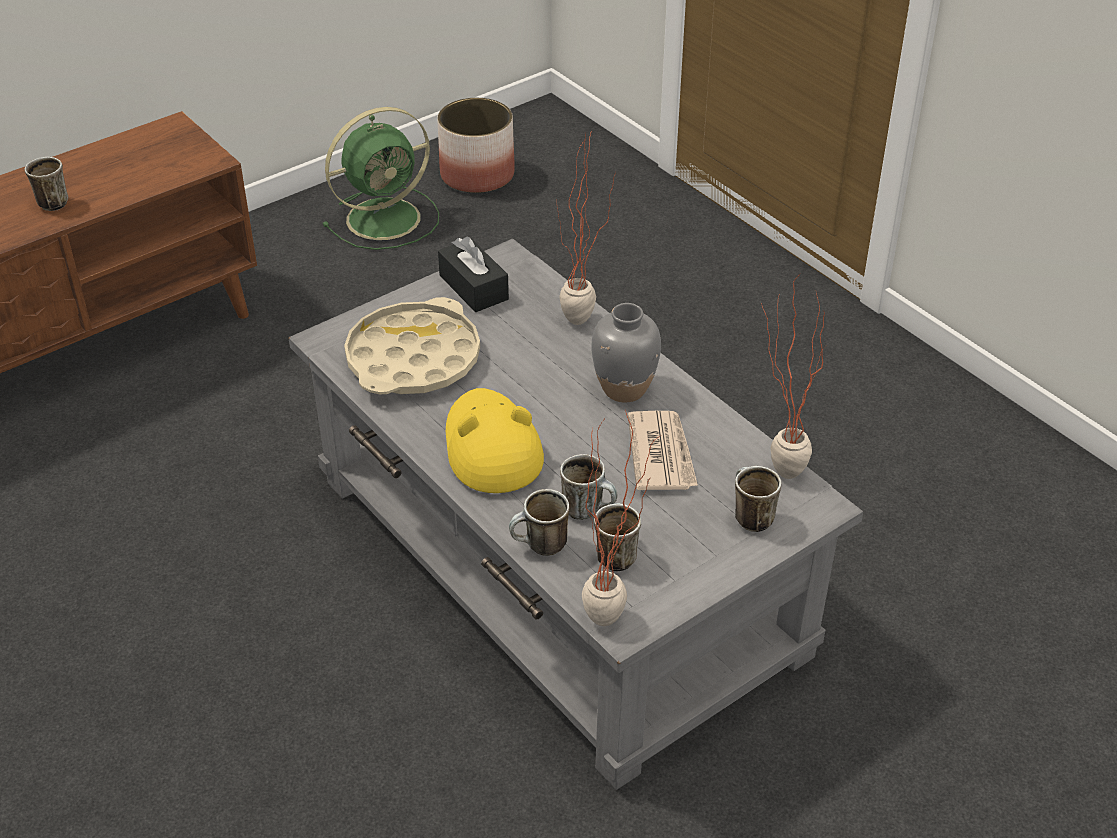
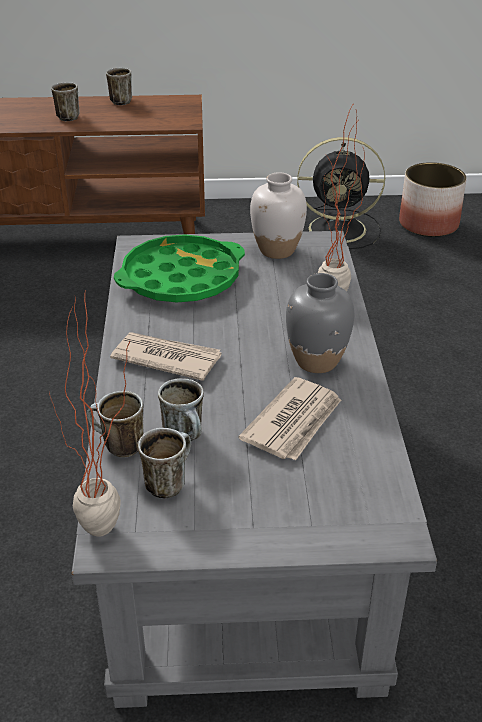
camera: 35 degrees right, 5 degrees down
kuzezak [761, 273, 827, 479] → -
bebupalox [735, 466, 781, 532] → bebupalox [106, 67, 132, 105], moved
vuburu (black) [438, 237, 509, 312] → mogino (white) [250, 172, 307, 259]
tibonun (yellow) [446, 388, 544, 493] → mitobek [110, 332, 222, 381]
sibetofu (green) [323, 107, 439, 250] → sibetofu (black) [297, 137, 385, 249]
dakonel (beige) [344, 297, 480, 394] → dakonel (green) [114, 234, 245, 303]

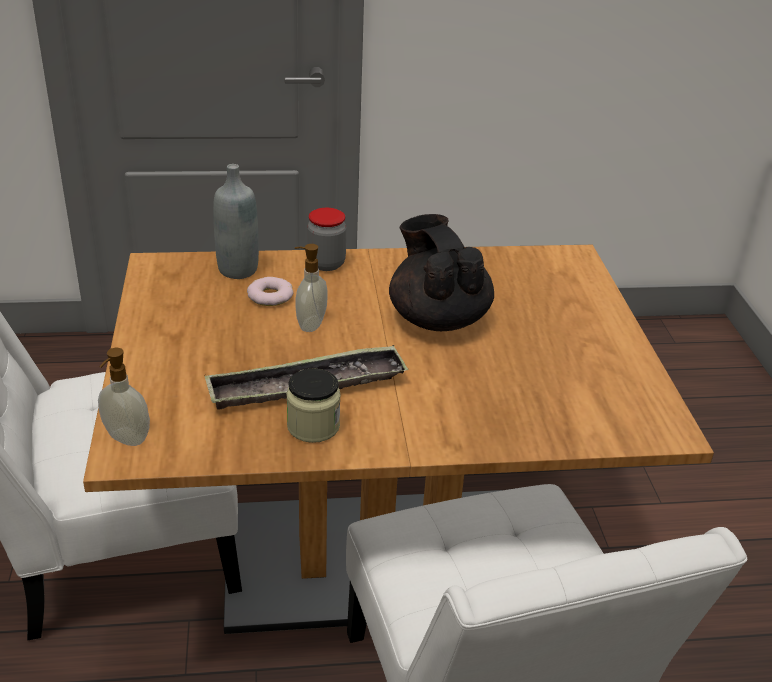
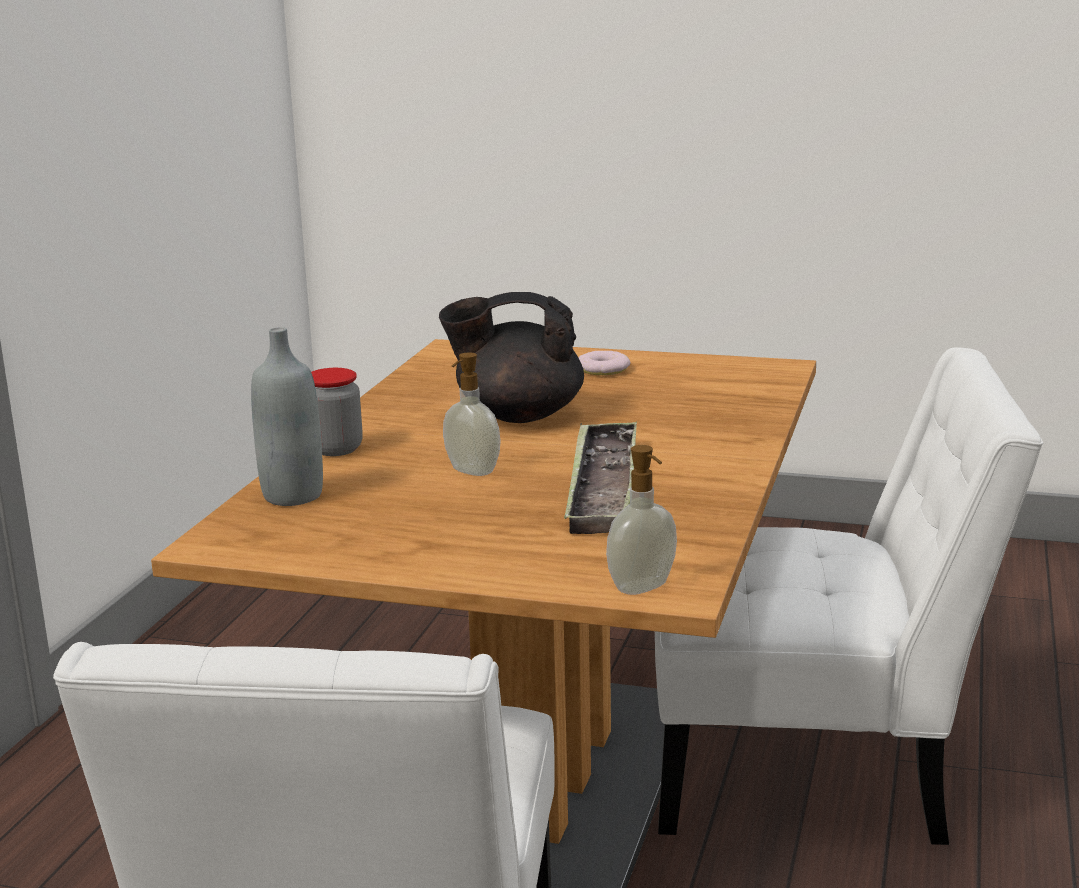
camera: 65 degrees left, 15 degrees down
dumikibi [286, 368, 341, 443] → -
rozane [247, 277, 293, 306] → rozane [578, 351, 630, 375], moved

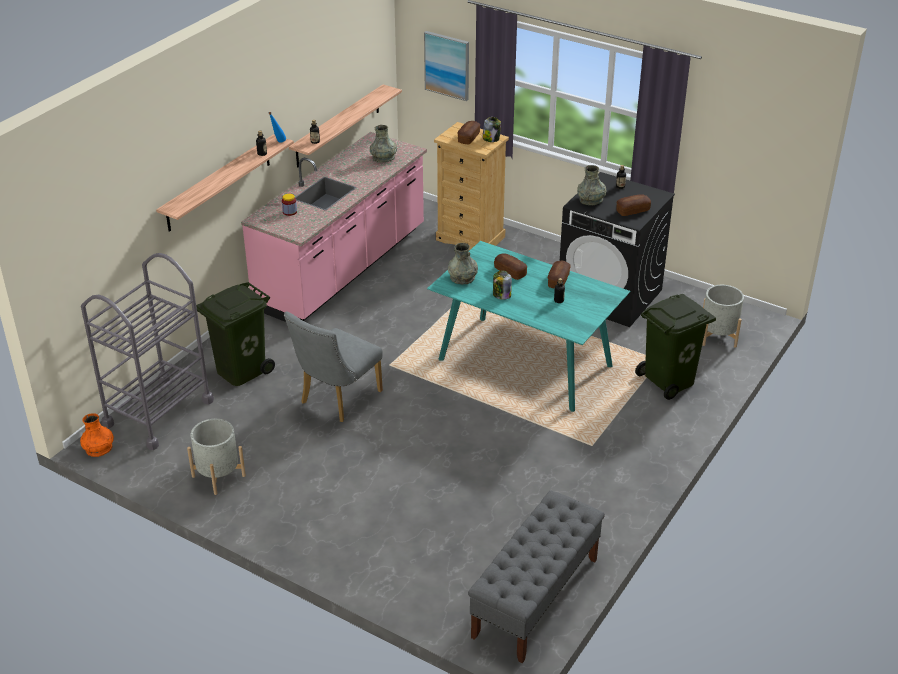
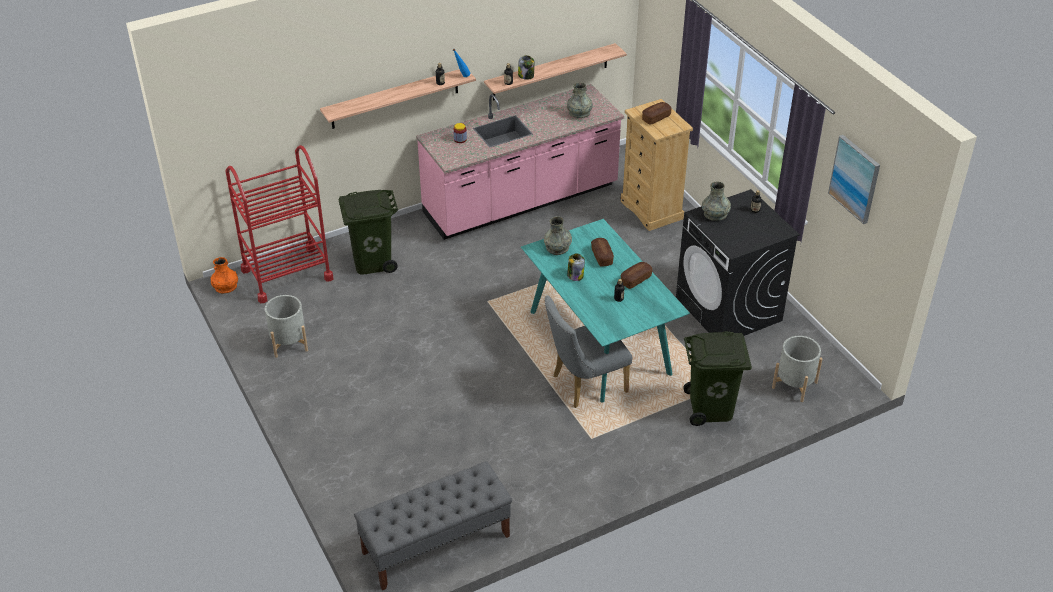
camera: 30 degrees right, 5 degrees up
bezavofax [616, 194, 651, 216] → -
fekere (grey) [284, 311, 383, 422] → fekere (grey) [544, 295, 632, 408], moved
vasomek [424, 31, 469, 101] → vasomek [828, 135, 880, 224], moved
dumikibi [483, 117, 501, 142] → dumikibi [518, 55, 535, 80], moved
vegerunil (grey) [81, 253, 214, 450] → vegerunil (red) [226, 145, 334, 303]

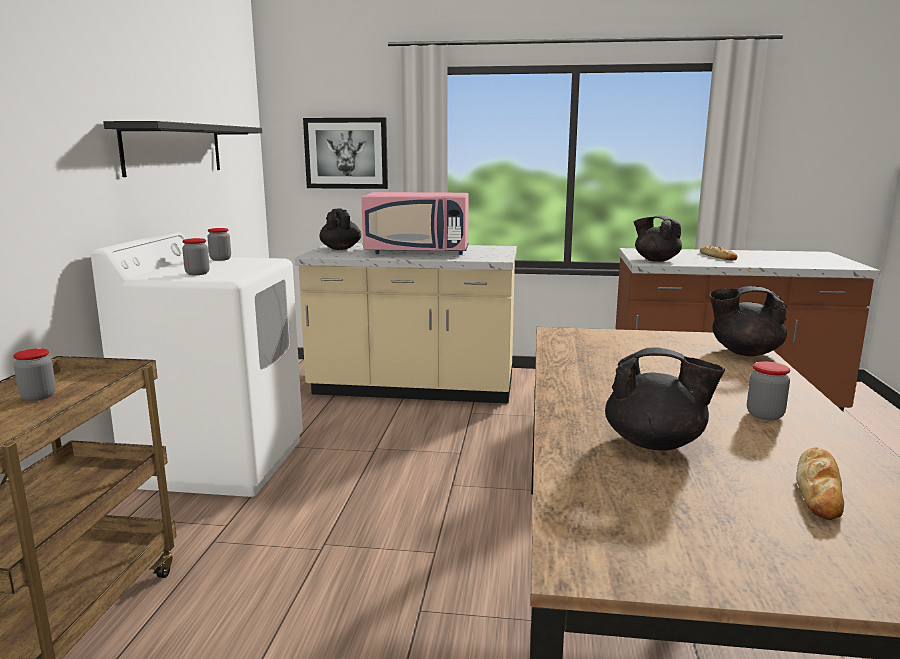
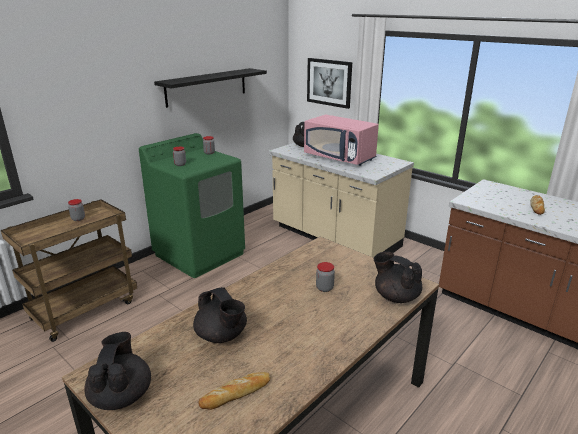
camera: 35 degrees right, 10 degrees up
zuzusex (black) [634, 215, 682, 262] → zuzusex (black) [85, 332, 151, 410], moved
dumikibi [747, 362, 790, 420] → dumikibi [316, 262, 335, 292], moved
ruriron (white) [91, 232, 303, 497] → ruriron (green) [139, 133, 245, 278]

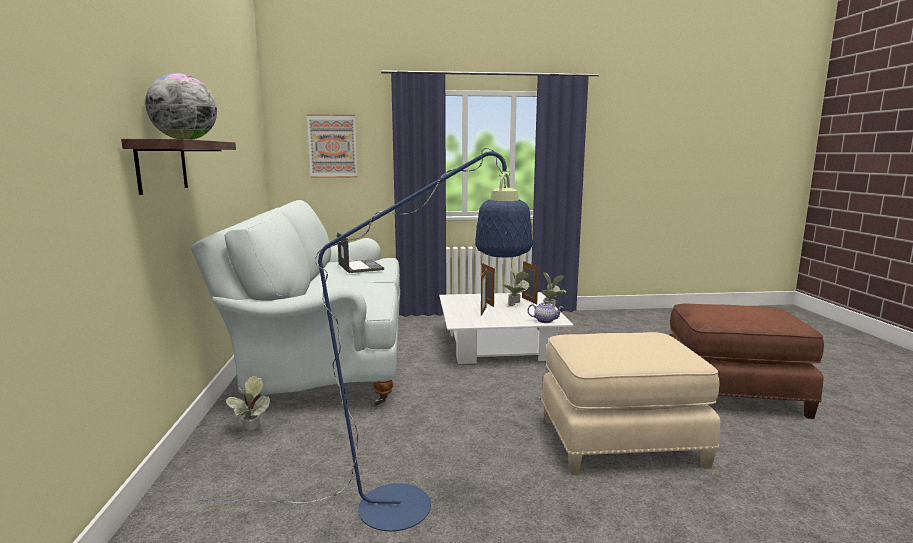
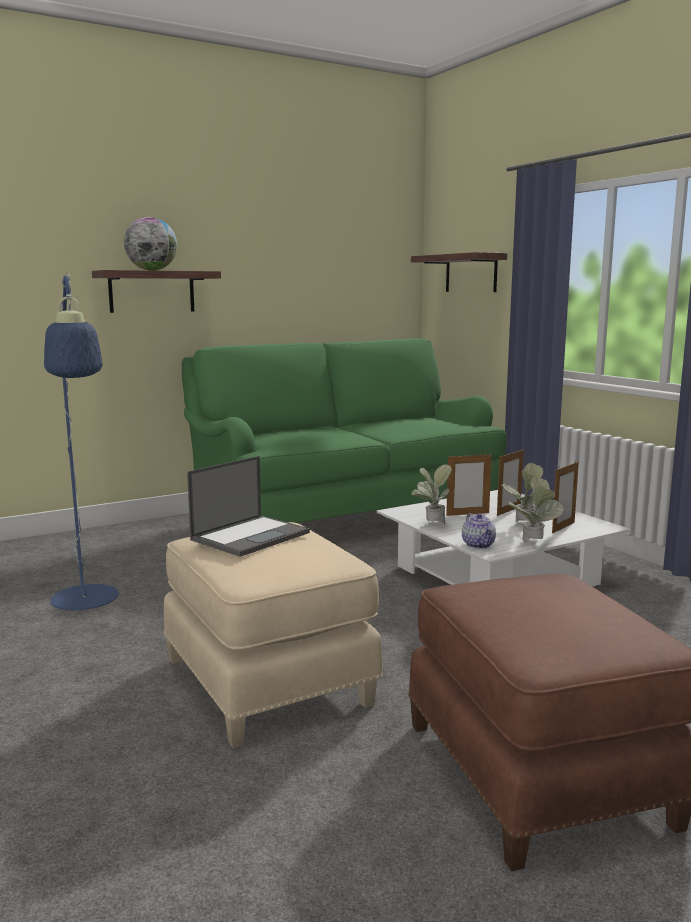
camera: 65 degrees right, 0 degrees up
kuzezak [226, 376, 270, 431] → kuzezak [412, 464, 452, 524], moved
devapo [337, 232, 384, 273] → devapo [187, 456, 310, 557], moved
vasomek [307, 114, 358, 178] → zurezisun [411, 252, 507, 292]
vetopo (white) [191, 200, 400, 409] → vetopo (green) [182, 338, 507, 523]

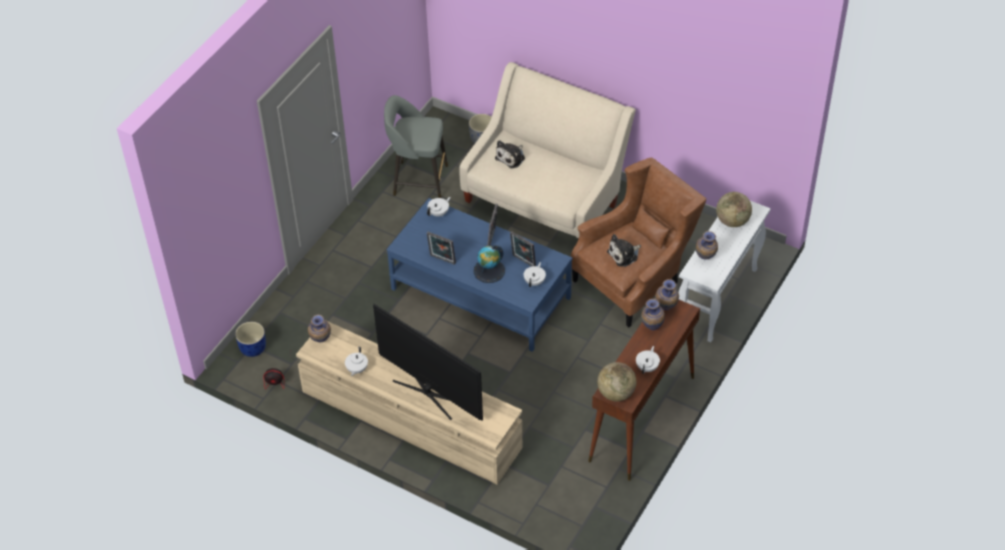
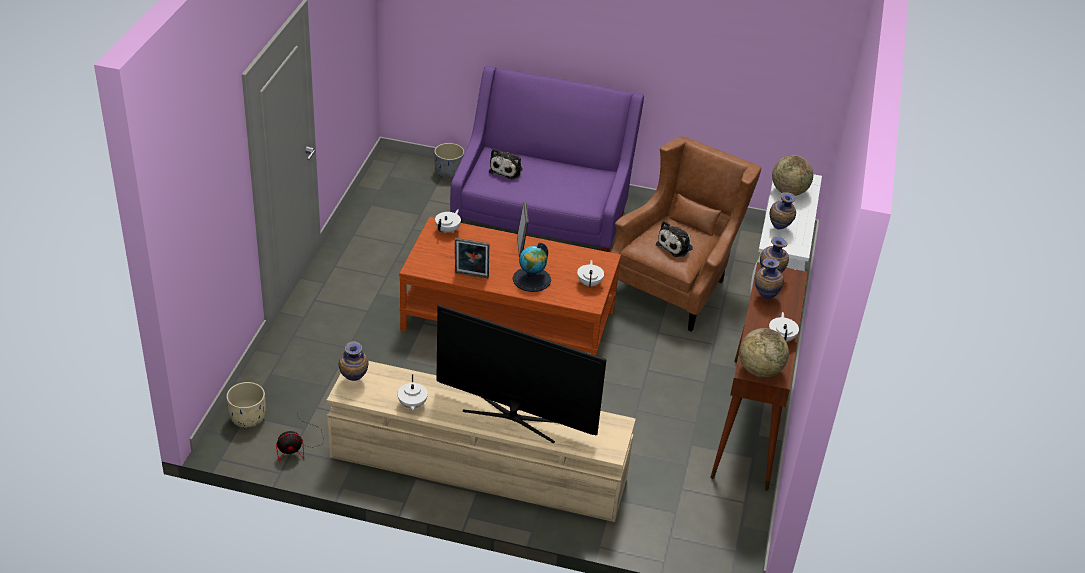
camera: 20 degrees left, 10 degrees down
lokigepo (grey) [384, 95, 448, 198] → -
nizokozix [510, 231, 536, 267] → -
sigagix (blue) [235, 322, 266, 357] → sigagix (beige) [226, 382, 266, 428]
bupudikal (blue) [387, 198, 572, 352] → bupudikal (brown) [399, 217, 621, 356]
vetopo (beige) [459, 62, 636, 239] → vetopo (purple) [450, 66, 644, 252]

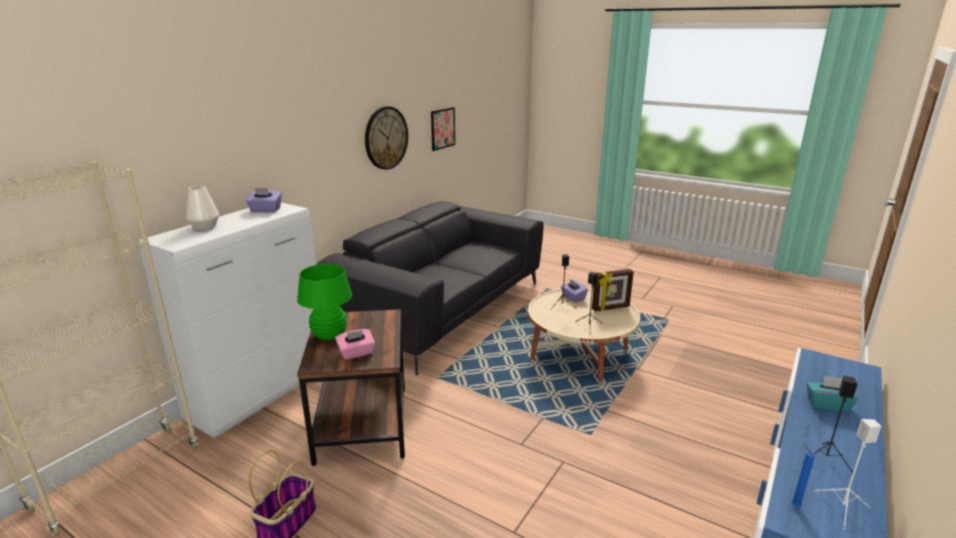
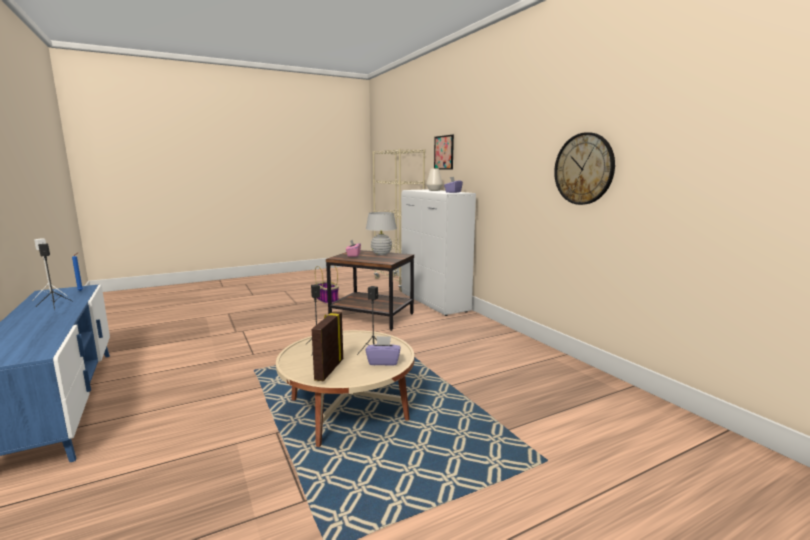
camera: 120 degrees right, 10 degrees down
vetopo (grey) [316, 201, 544, 375] → -
vuburu (turquoise) [807, 375, 858, 413] → -
vasomek [431, 107, 455, 151] → vasomek [434, 135, 454, 169], moved
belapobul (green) [297, 264, 352, 340] → belapobul (white) [366, 212, 397, 255]

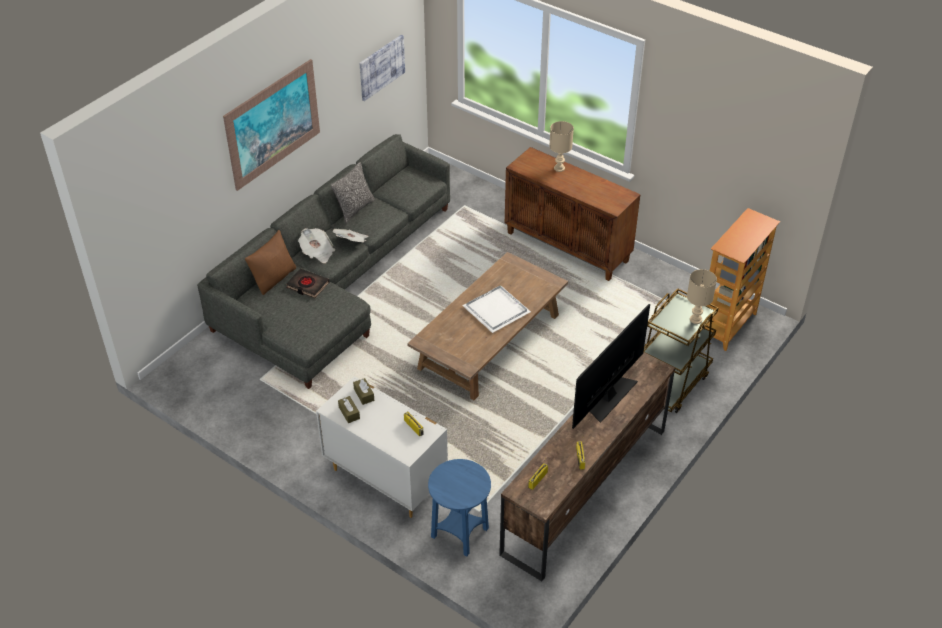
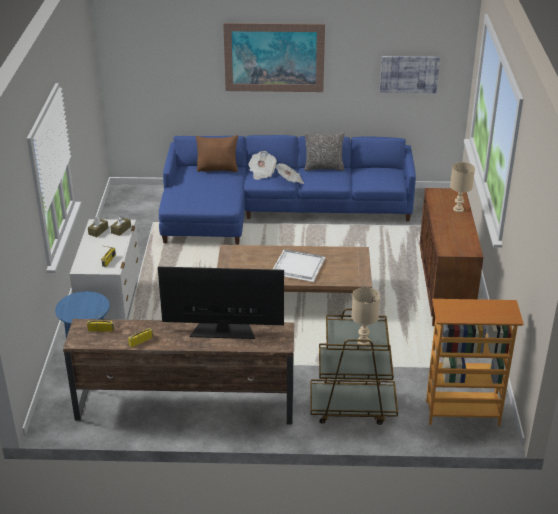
camera: 55 degrees right, 10 degrees down
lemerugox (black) [286, 269, 330, 298] → -
vetopo (grey) [197, 134, 450, 389] → vetopo (blue) [159, 135, 416, 244]

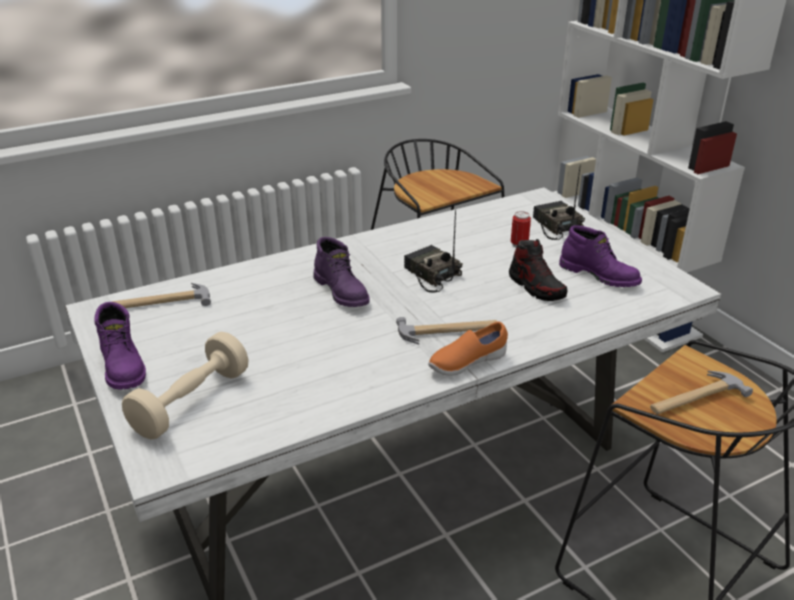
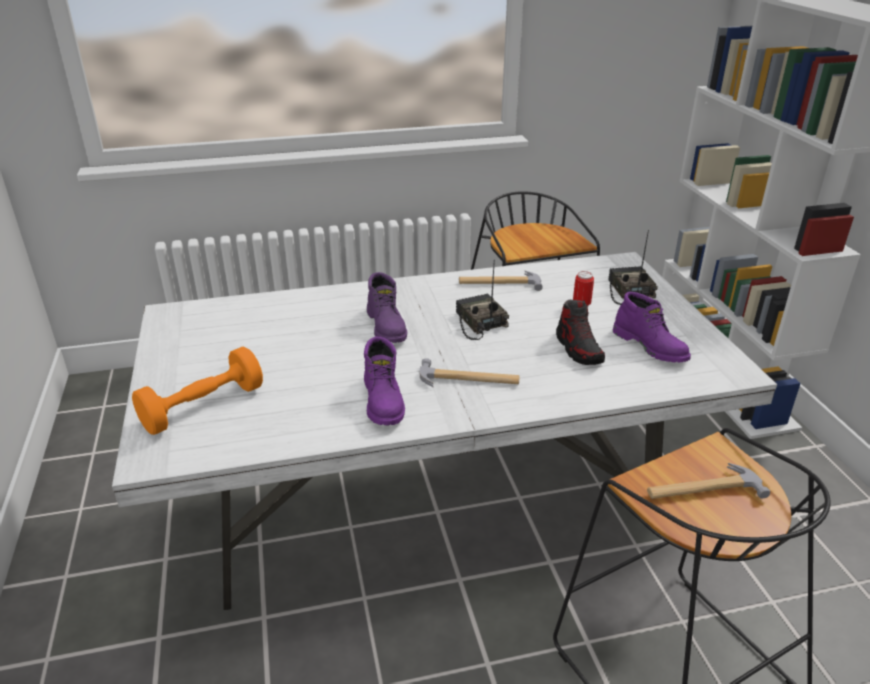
camera: 15 degrees right, 0 degrees up
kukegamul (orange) [428, 321, 508, 376] → -
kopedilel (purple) [94, 302, 146, 390] → kopedilel (purple) [364, 337, 405, 425], moved
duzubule [112, 283, 211, 308] → duzubule [459, 271, 543, 291], moved
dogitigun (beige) [122, 332, 248, 440] → dogitigun (orange) [132, 347, 263, 435]

